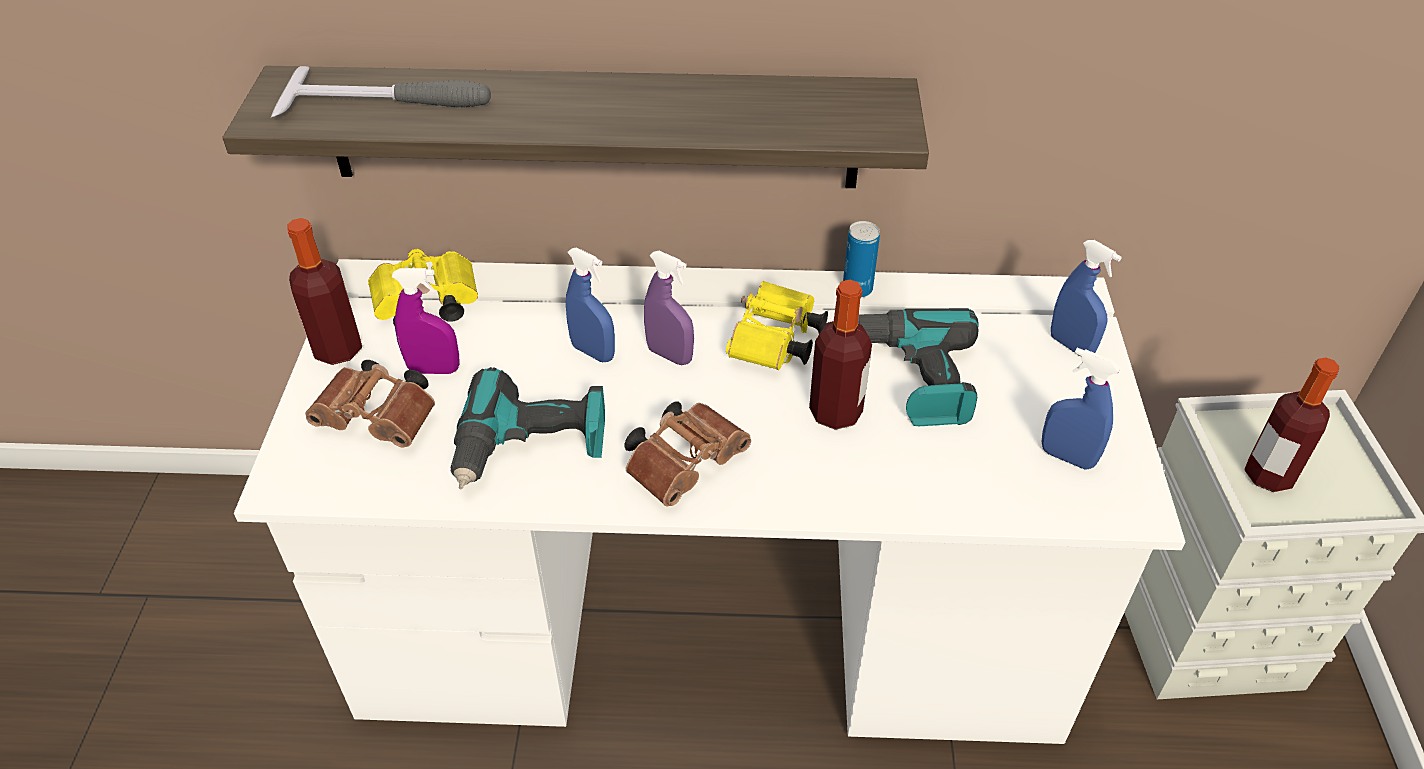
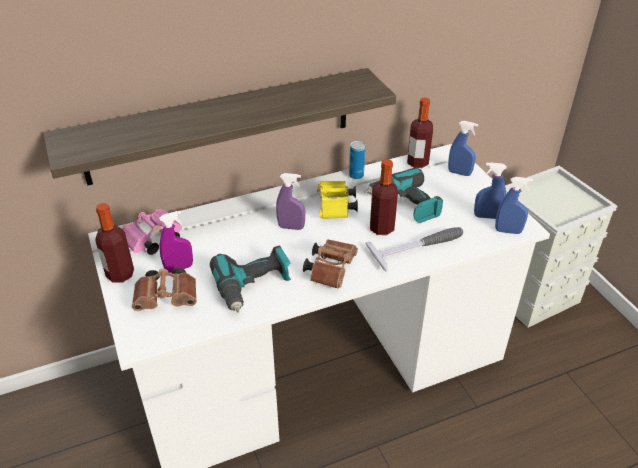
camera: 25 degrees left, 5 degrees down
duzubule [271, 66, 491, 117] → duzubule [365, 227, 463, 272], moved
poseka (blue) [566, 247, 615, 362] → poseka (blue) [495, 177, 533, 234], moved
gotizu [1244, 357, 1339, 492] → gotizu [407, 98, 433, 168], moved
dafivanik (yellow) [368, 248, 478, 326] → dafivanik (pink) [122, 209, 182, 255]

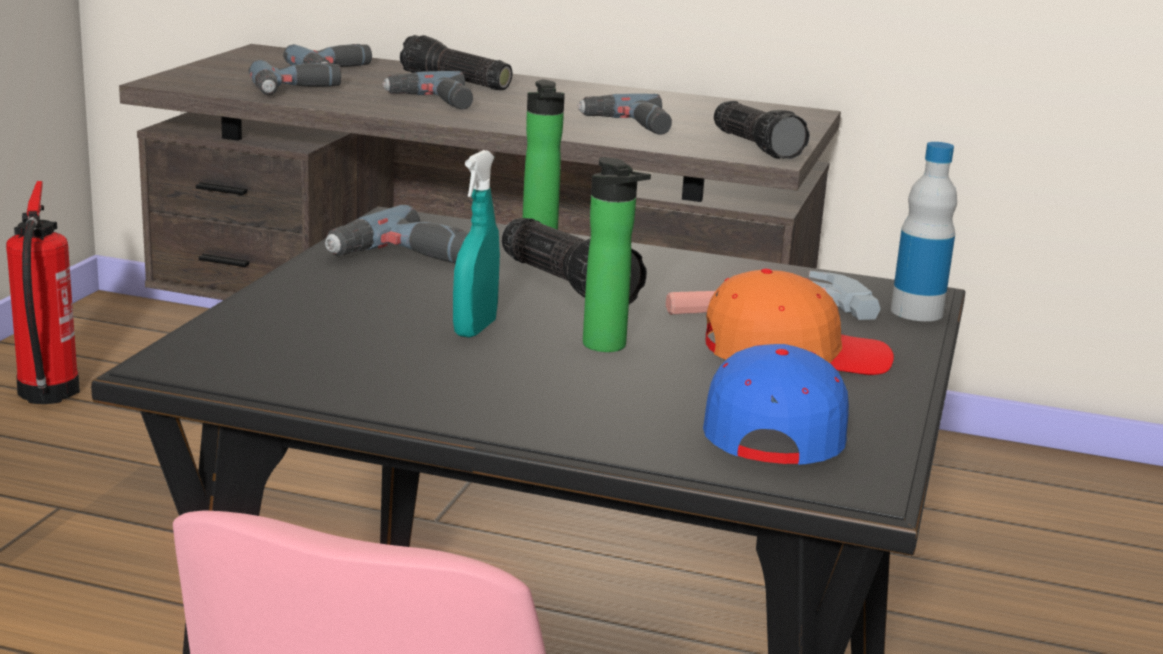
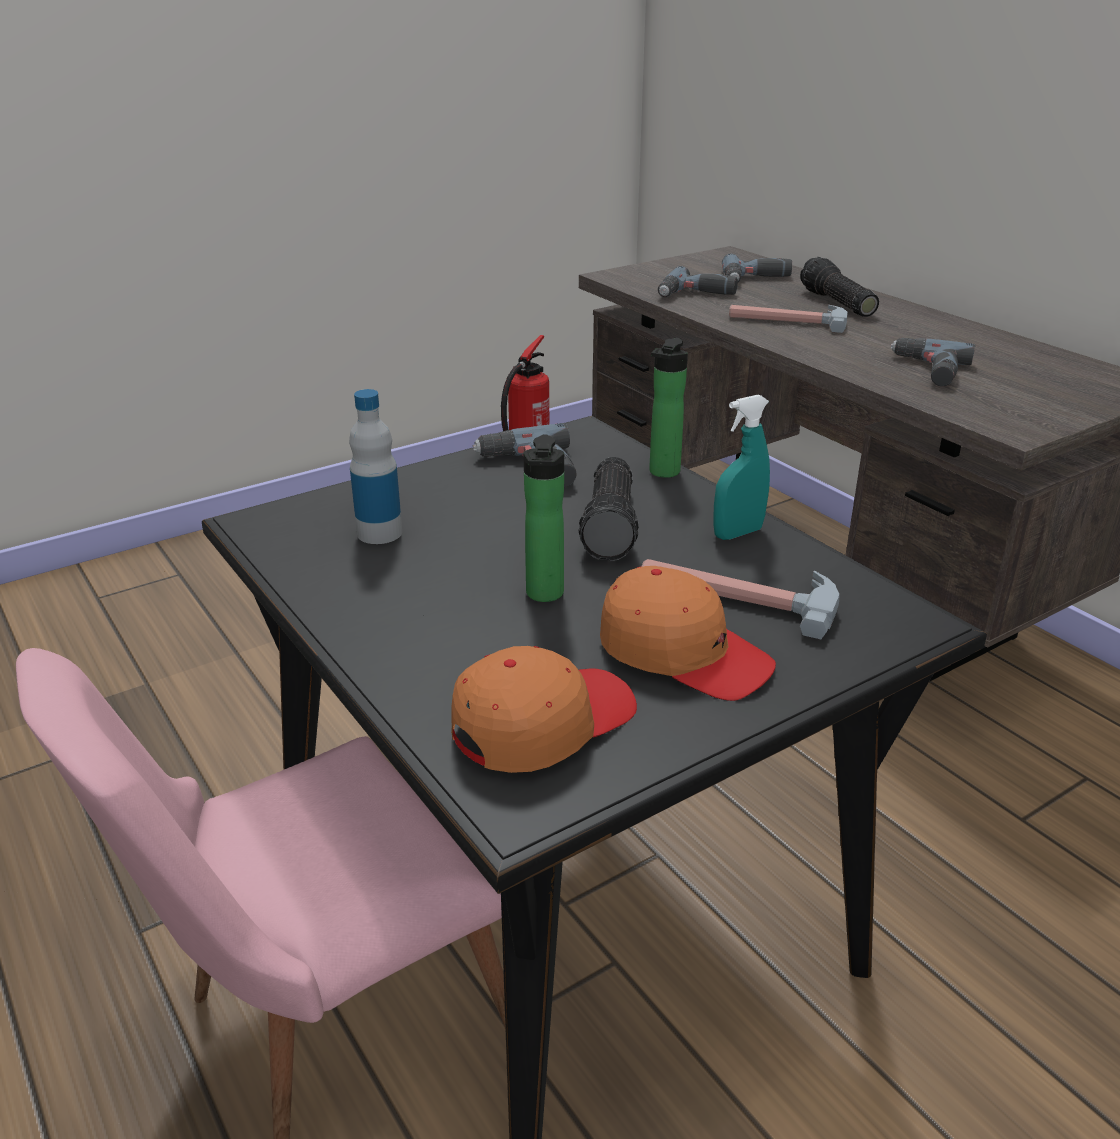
camera: 40 degrees right, 10 degrees up
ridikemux [714, 101, 810, 159] → -
poseka (turquoise) [453, 150, 500, 338] → poseka (turquoise) [713, 394, 770, 540], moved
gotizu [891, 142, 957, 321] → gotizu [349, 389, 402, 544], moved
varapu [382, 71, 473, 110] → duzubule [729, 305, 847, 333]
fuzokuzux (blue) [703, 344, 849, 465] → fuzokuzux (orange) [451, 646, 637, 773]

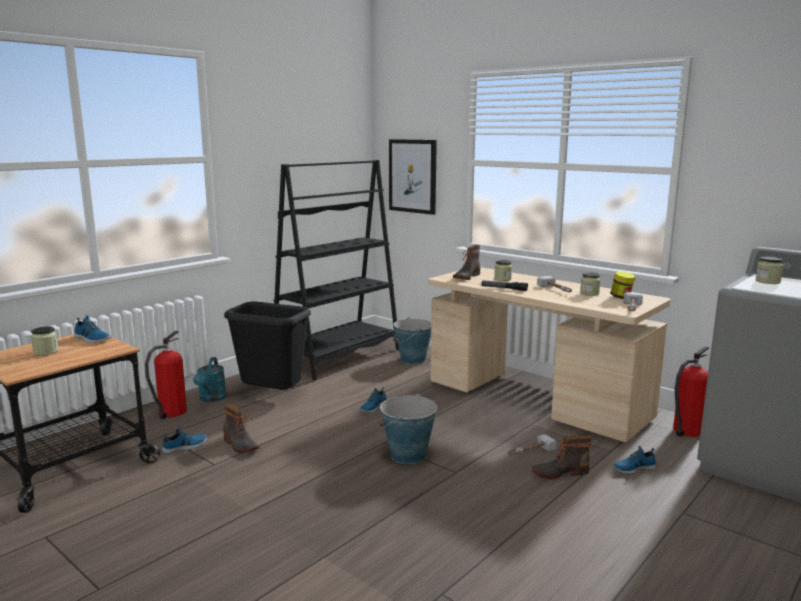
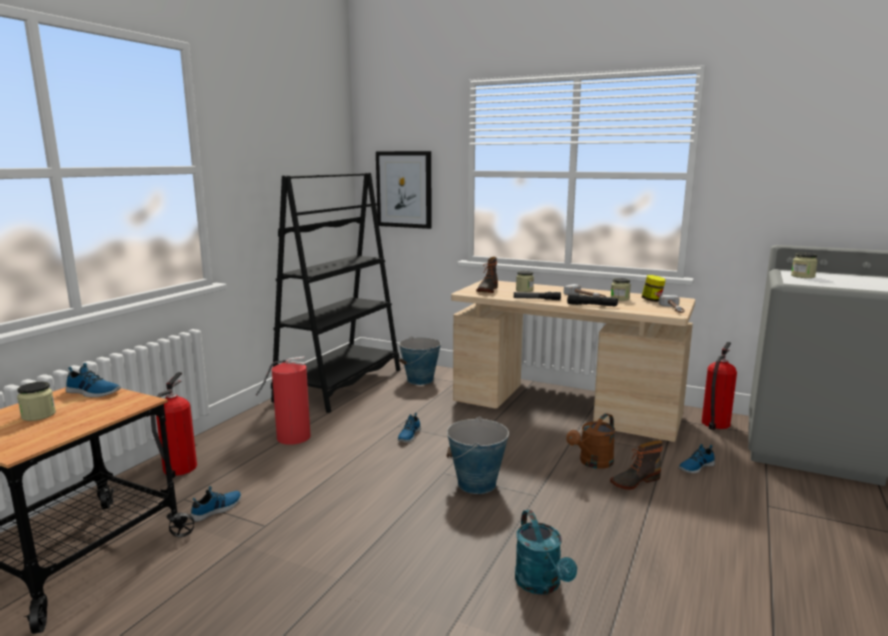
camera: 15 degrees left, 0 degrees up
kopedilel [223, 404, 260, 453] → -
- → ridikemux (black) [567, 293, 618, 307]
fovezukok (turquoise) [193, 357, 227, 402] → fovezukok (turquoise) [515, 510, 577, 595], moved
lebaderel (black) [224, 301, 311, 390] → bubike [256, 356, 311, 445]
duzubule [507, 434, 556, 455] → fovezukok (brown) [566, 413, 615, 469]

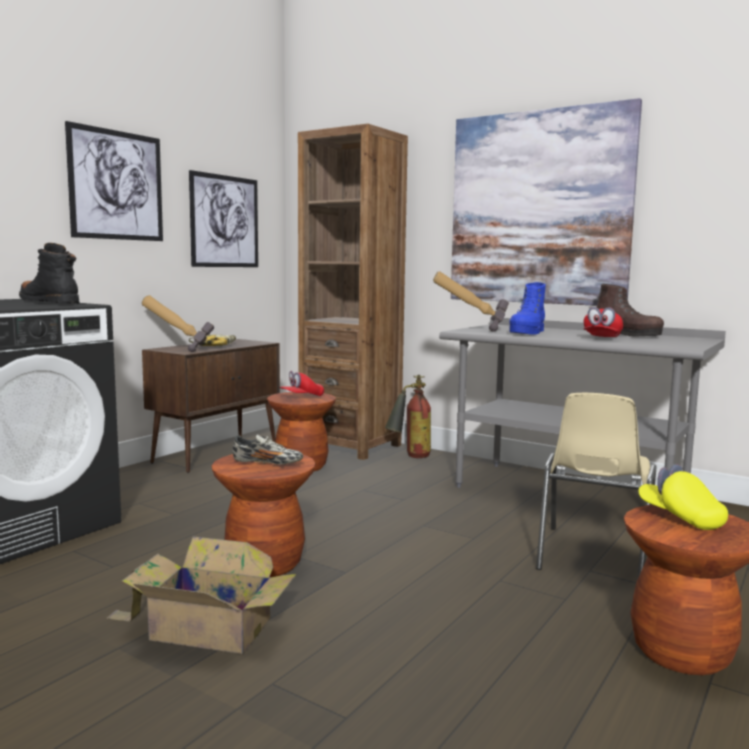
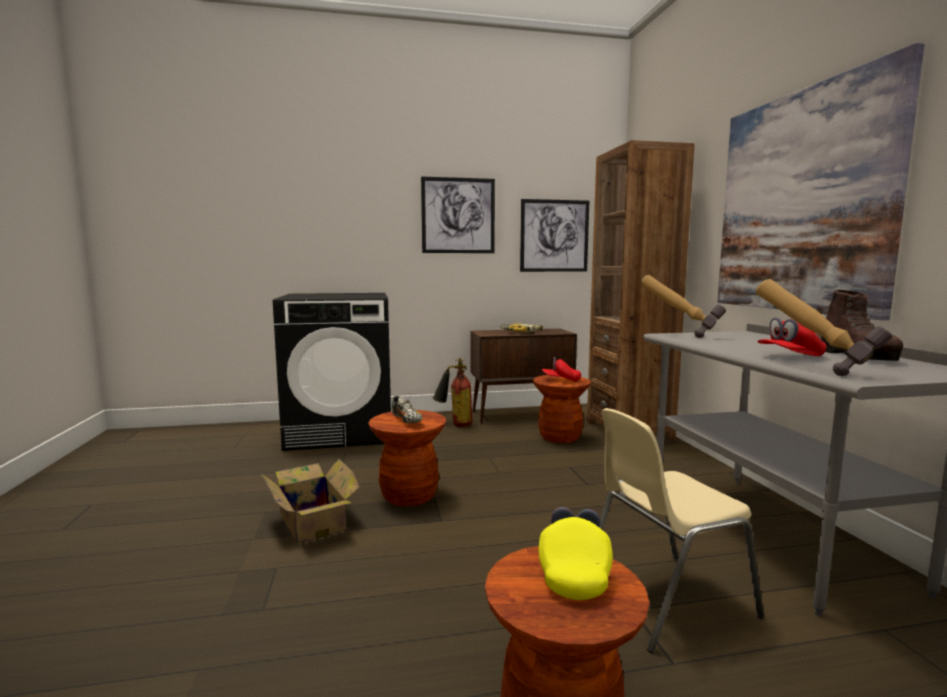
camera: 45 degrees right, 0 degrees up
kopedilel (black) [19, 243, 79, 304] → -
kopedilel (blue) [509, 282, 546, 335] → -
duzubule [142, 295, 214, 352] → duzubule [756, 279, 892, 376], moved
bubike [385, 375, 431, 458] → bubike [433, 358, 472, 427], moved

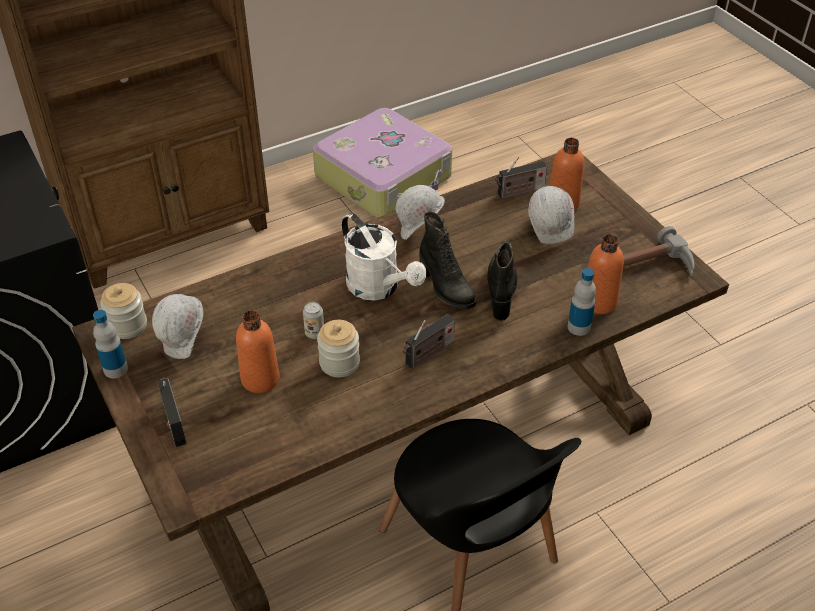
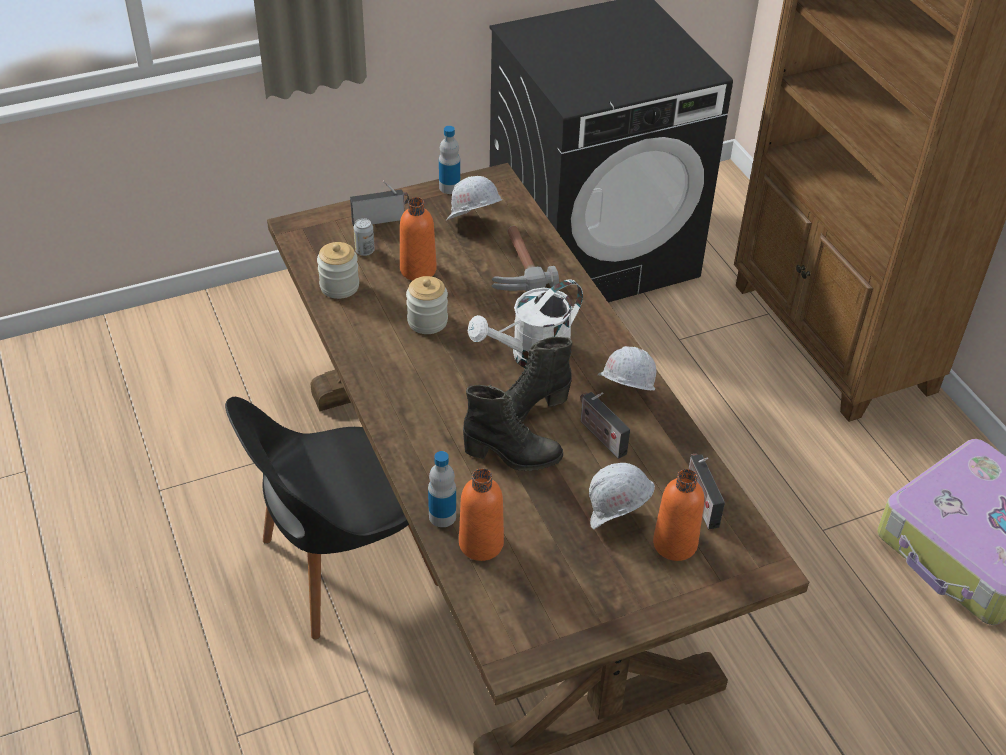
camera: 95 degrees right, 0 degrees up
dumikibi [100, 283, 147, 339] → dumikibi [317, 242, 359, 299], moved
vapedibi [303, 302, 324, 339] → vapedibi [354, 218, 374, 256], moved
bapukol [403, 314, 455, 369] → bapukol [581, 392, 630, 459], moved
duzubule [623, 226, 695, 277] → duzubule [492, 226, 559, 291], moved

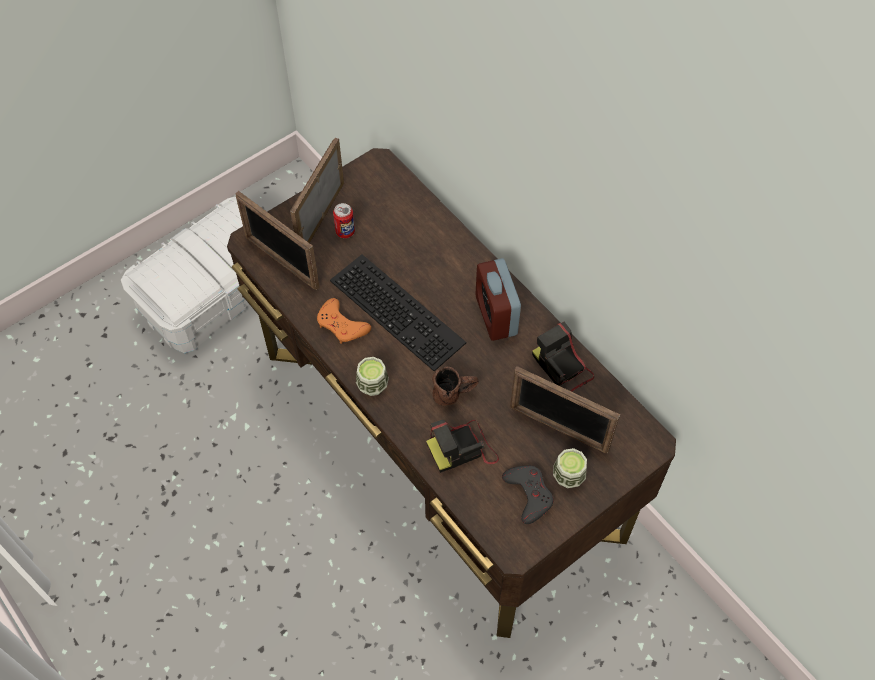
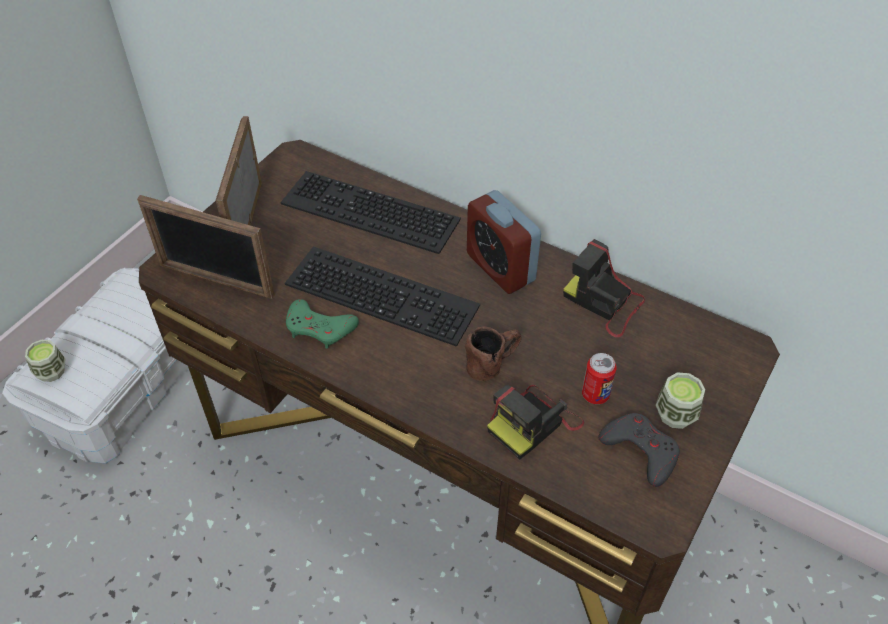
camera: 20 degrees left, 10 degrees down
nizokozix [510, 366, 620, 453] → -
- → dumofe [280, 171, 461, 254]
vapedibi [333, 203, 355, 238] → vapedibi [582, 353, 617, 404], moved
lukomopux [356, 357, 389, 396] → lukomopux [25, 340, 65, 382], moved
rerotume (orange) [317, 298, 371, 344] → rerotume (green) [286, 299, 359, 349]

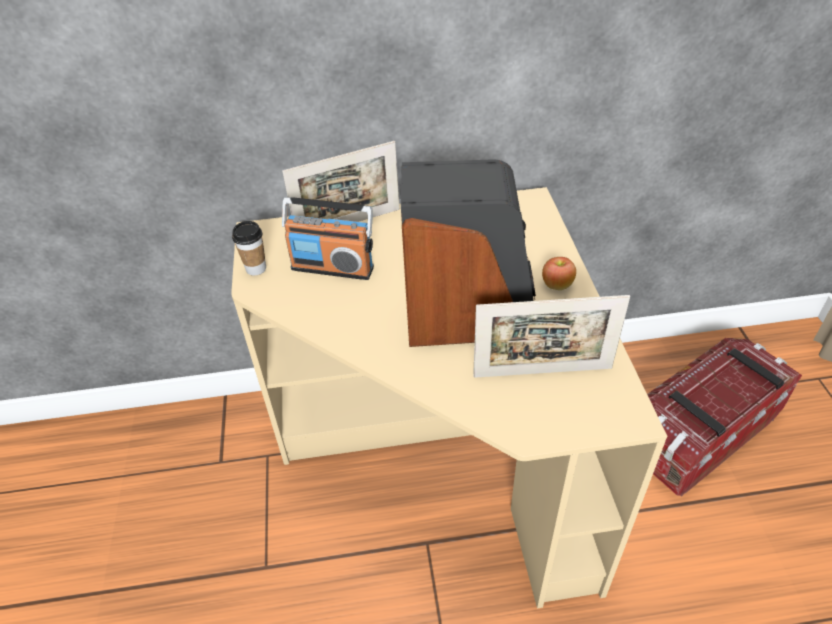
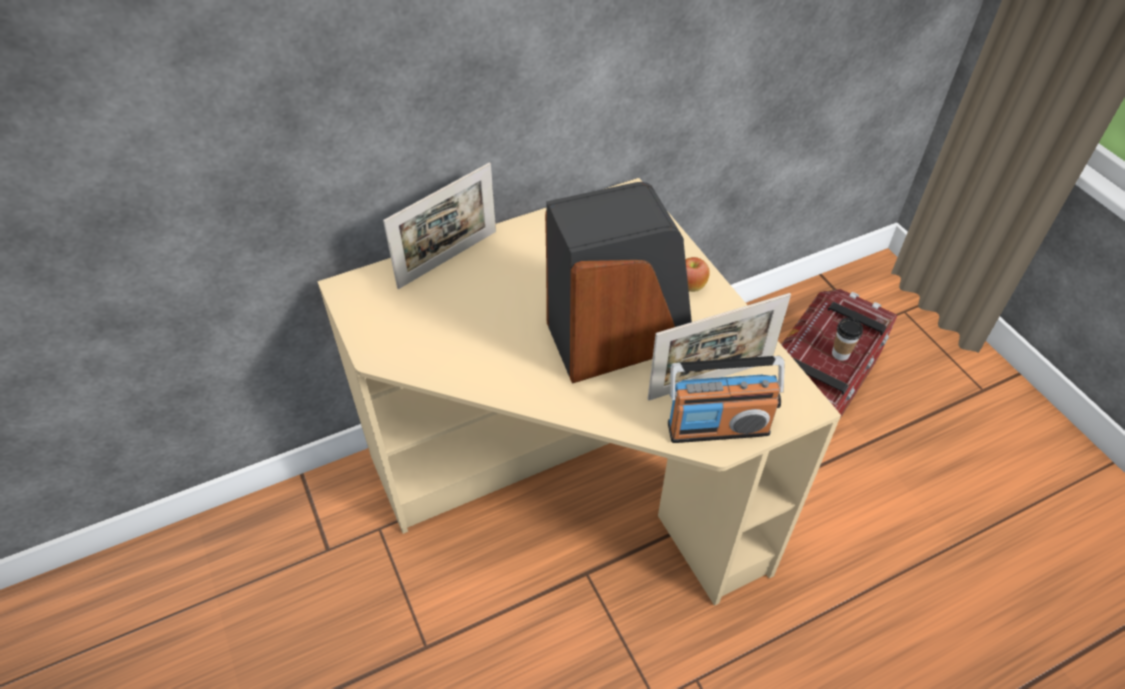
camera: 20 degrees left, 5 degrees up
lukomopux [232, 221, 266, 275] → lukomopux [832, 318, 863, 361], moved
bapukol [282, 197, 374, 280] → bapukol [668, 356, 785, 443], moved

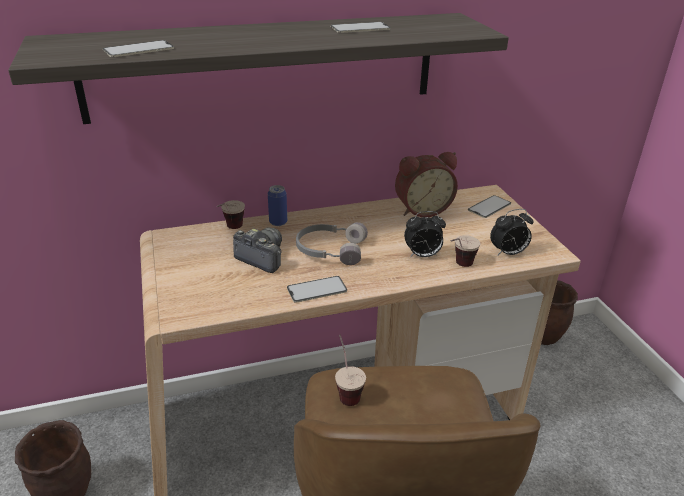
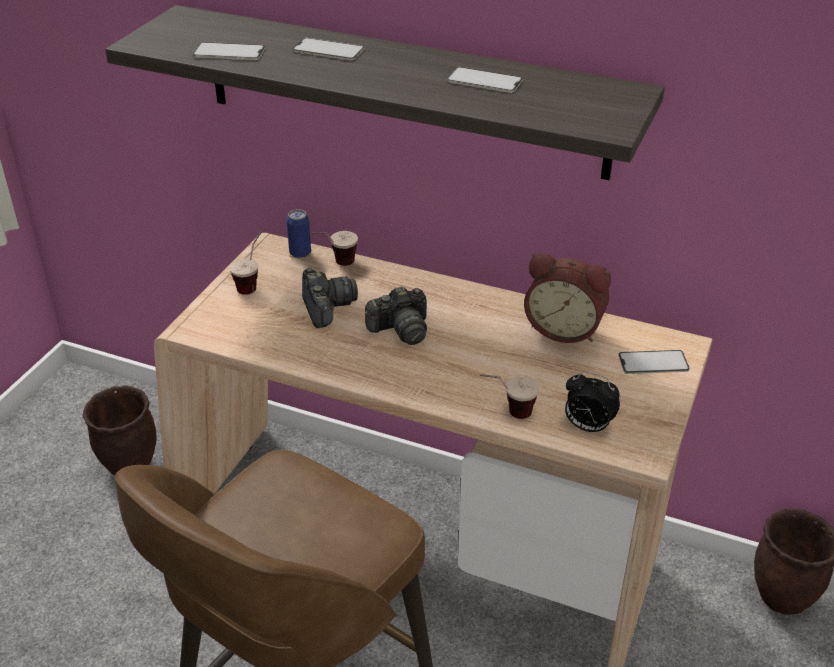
camera: 40 degrees right, 5 degrees up
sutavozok [404, 211, 446, 257] → -
vapedibi [268, 185, 287, 226] → vapedibi [286, 209, 311, 258], moved
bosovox [287, 276, 347, 303] → bosovox [292, 38, 365, 60], moved
lukomopux [335, 335, 366, 406] → lukomopux [229, 231, 262, 295], moved
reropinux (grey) [296, 222, 368, 265] → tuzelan [365, 286, 427, 345]

